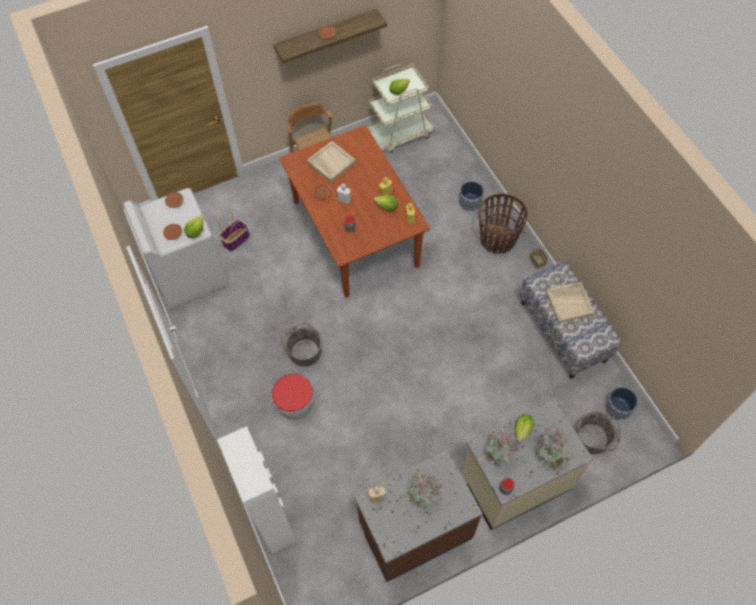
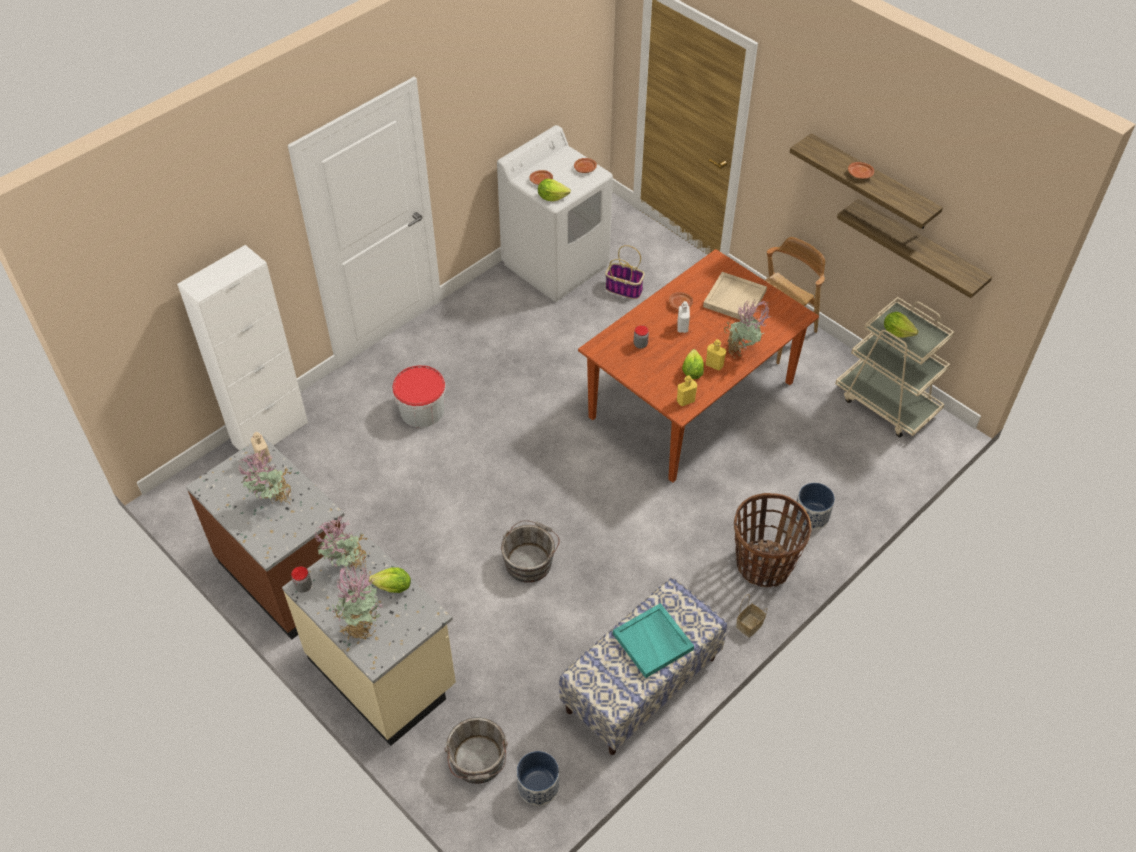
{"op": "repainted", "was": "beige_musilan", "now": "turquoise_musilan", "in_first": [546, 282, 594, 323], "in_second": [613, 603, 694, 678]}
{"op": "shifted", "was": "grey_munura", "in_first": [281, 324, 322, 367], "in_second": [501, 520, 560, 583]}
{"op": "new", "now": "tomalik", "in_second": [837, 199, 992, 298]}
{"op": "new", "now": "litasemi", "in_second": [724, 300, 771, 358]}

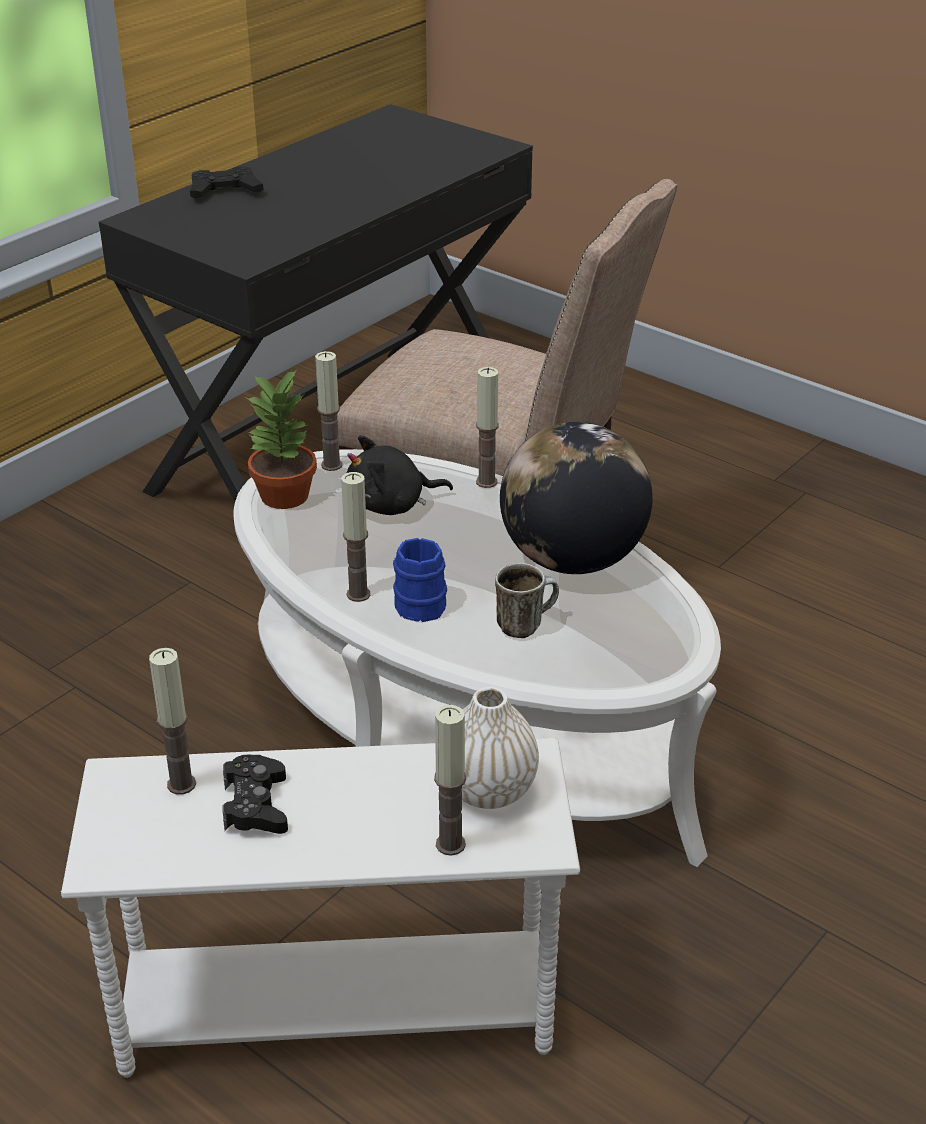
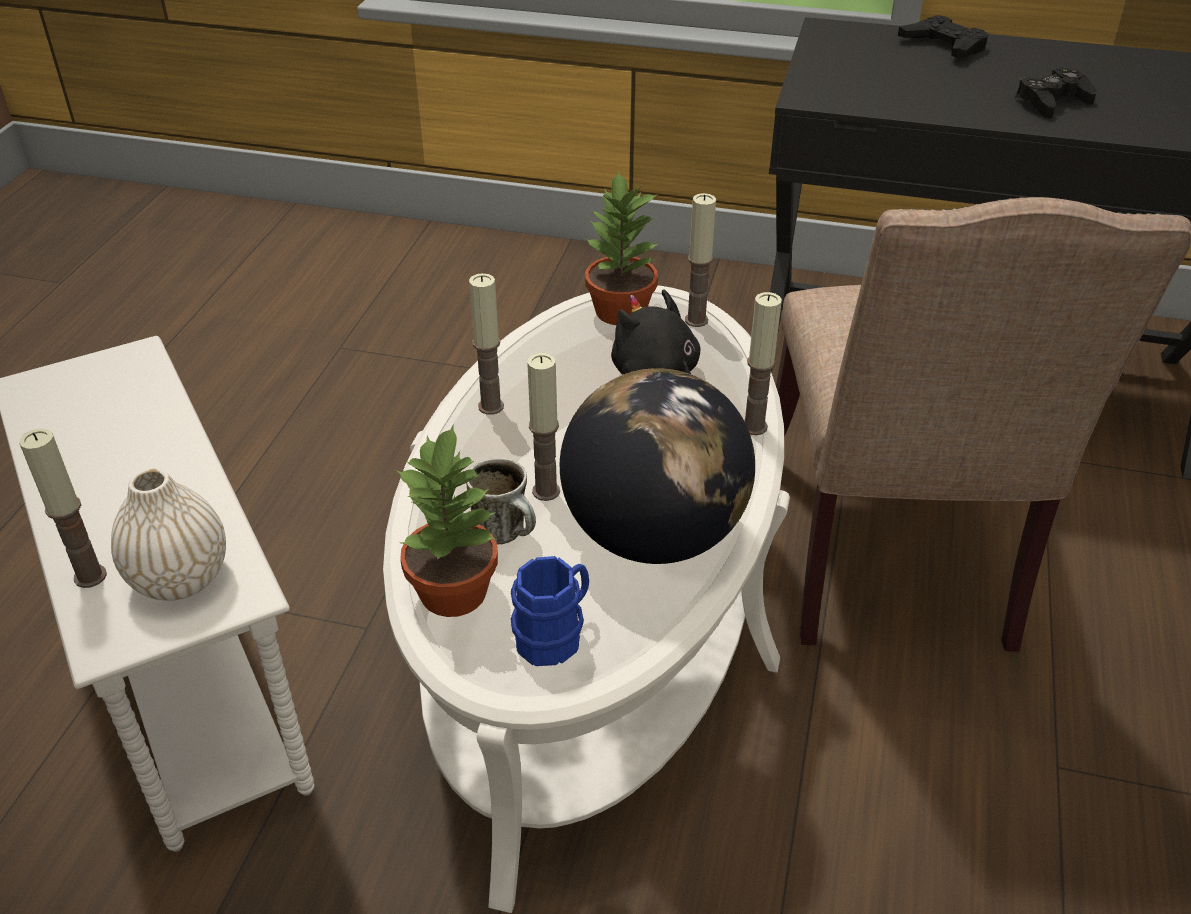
{"op": "shifted", "was": "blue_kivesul", "in_first": [393, 538, 447, 622], "in_second": [511, 556, 589, 666]}
{"op": "shifted", "was": "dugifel", "in_first": [149, 648, 196, 794], "in_second": [527, 353, 560, 501]}
{"op": "shifted", "was": "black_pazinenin", "in_first": [223, 755, 288, 834], "in_second": [1015, 67, 1097, 119]}
{"op": "new", "now": "litasemi", "in_second": [396, 424, 498, 617]}

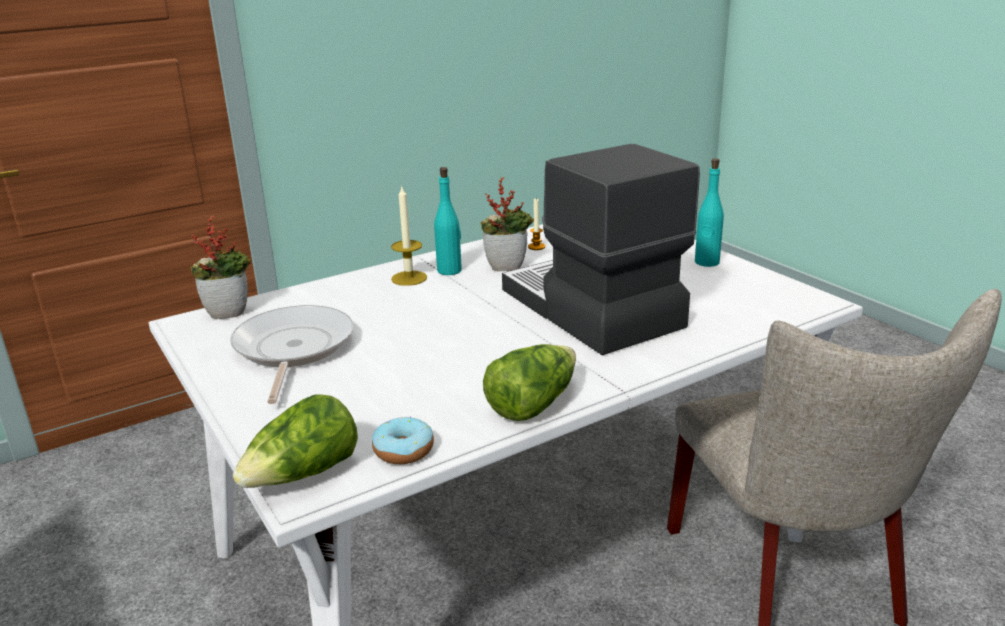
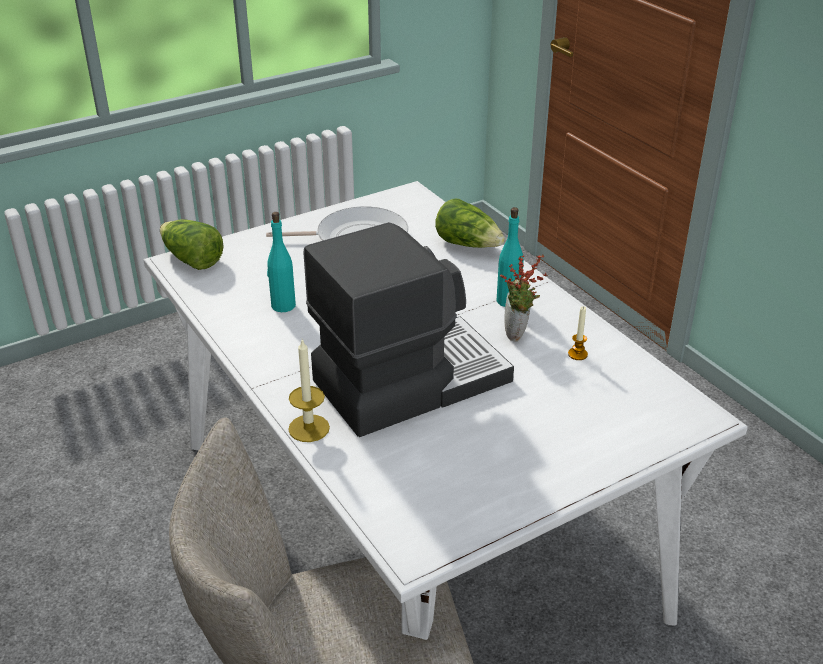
{"op": "shifted", "was": "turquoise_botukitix", "in_first": [695, 158, 724, 267], "in_second": [267, 212, 296, 312]}
{"op": "shifted", "was": "dugifel", "in_first": [391, 187, 427, 286], "in_second": [288, 339, 330, 442]}
{"op": "gone", "was": "litasemi", "in_first": [190, 215, 252, 319]}
{"op": "shifted", "was": "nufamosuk", "in_first": [483, 344, 576, 421], "in_second": [435, 199, 505, 248]}
{"op": "gone", "was": "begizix", "in_first": [372, 416, 434, 464]}

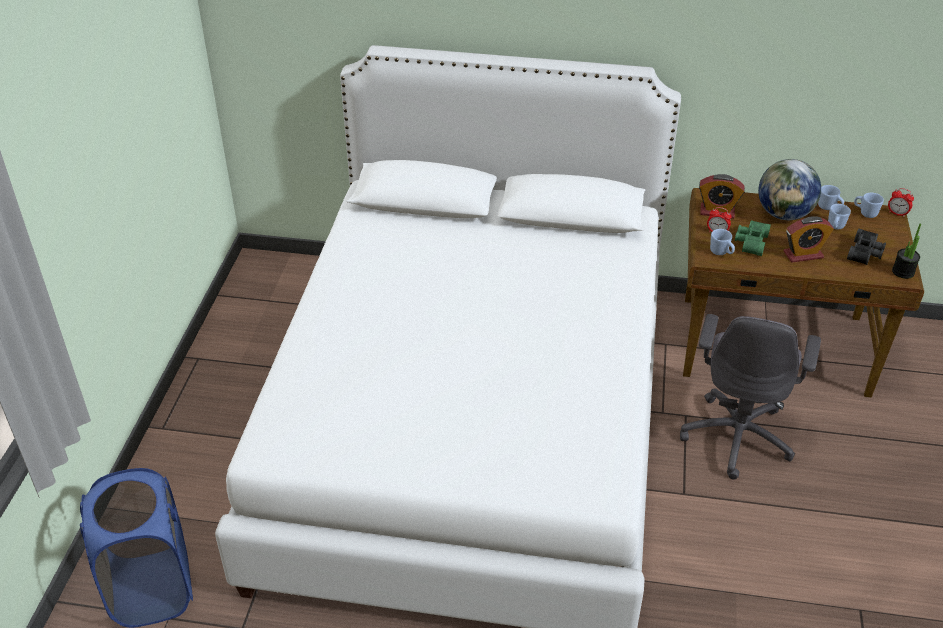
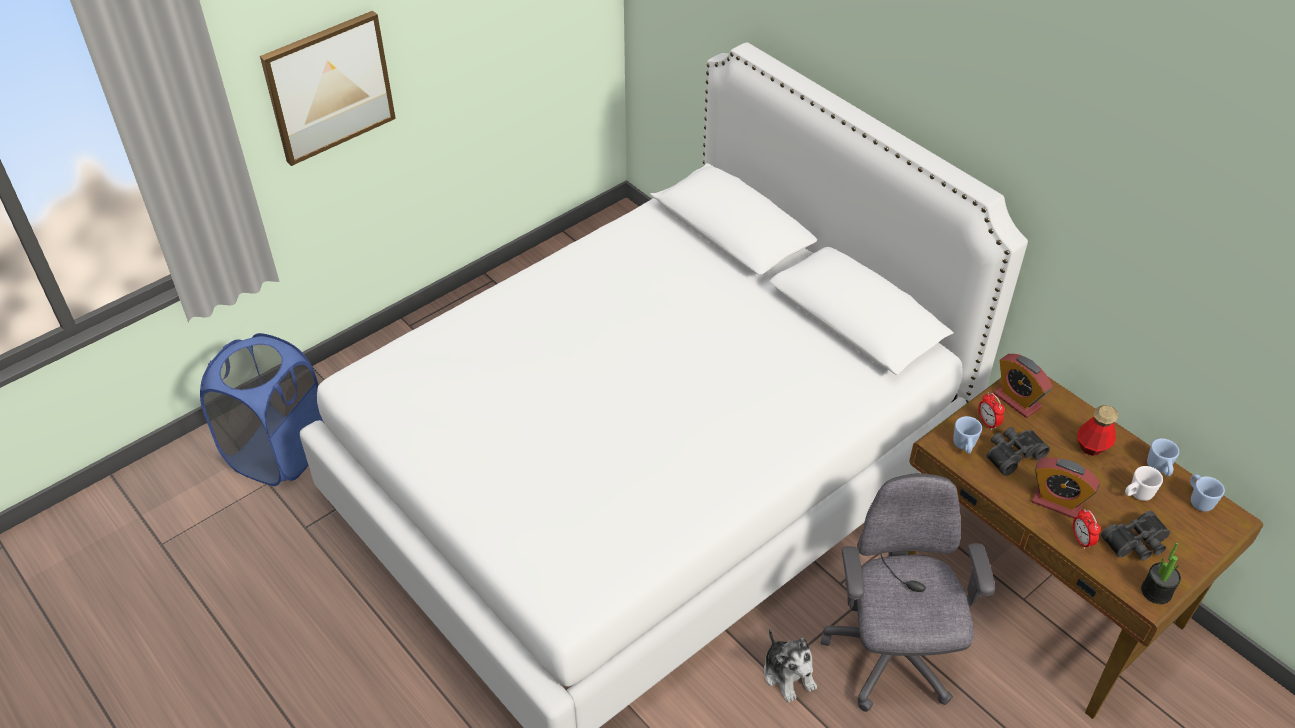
{"op": "swapped", "was": "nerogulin", "now": "botukitix", "in_first": [758, 159, 821, 220], "in_second": [1077, 405, 1118, 456]}
{"op": "shifted", "was": "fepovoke", "in_first": [888, 188, 914, 217], "in_second": [1073, 509, 1101, 549]}
{"op": "repainted", "was": "blue_kivesul", "now": "white_kivesul", "in_first": [828, 204, 851, 229], "in_second": [1125, 466, 1163, 501]}
{"op": "repainted", "was": "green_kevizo", "now": "black_kevizo", "in_first": [735, 220, 771, 256], "in_second": [987, 427, 1050, 476]}
{"op": "rotated", "was": "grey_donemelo", "in_first": [680, 314, 821, 480], "in_second": [821, 473, 995, 712], "clockwise": 120}
{"op": "new", "now": "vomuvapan", "in_second": [260, 11, 396, 166]}
{"op": "new", "now": "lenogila", "in_second": [764, 628, 817, 703]}

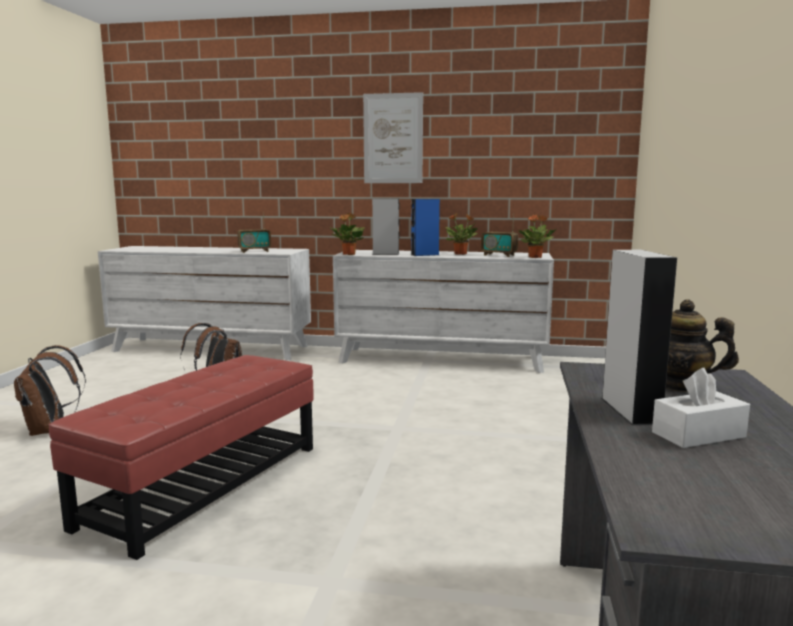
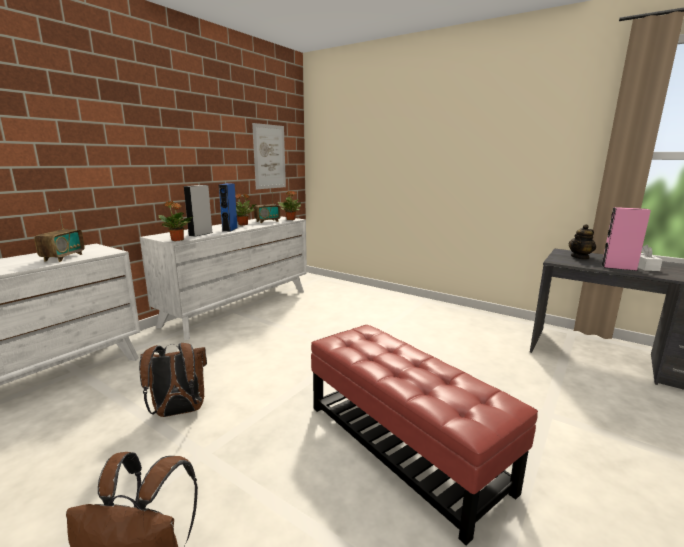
{"op": "shifted", "was": "vomuvapan", "in_first": [363, 92, 423, 183], "in_second": [252, 123, 286, 189]}
{"op": "repainted", "was": "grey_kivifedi", "now": "pink_kivifedi", "in_first": [601, 250, 677, 426], "in_second": [601, 207, 651, 271]}

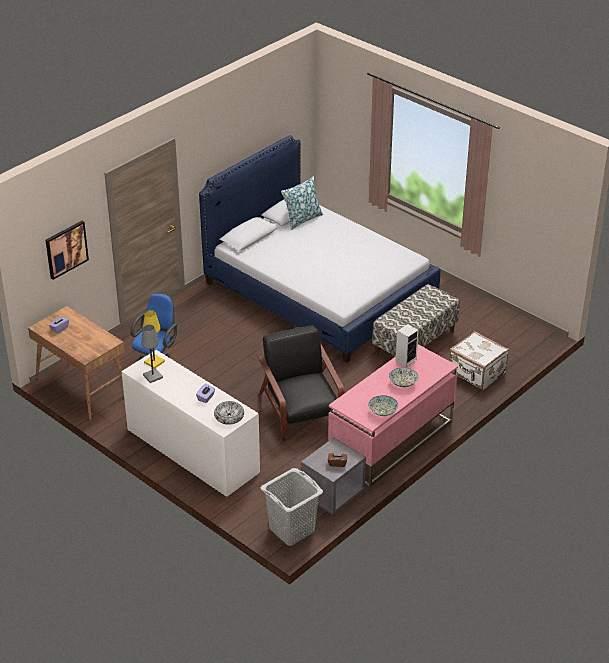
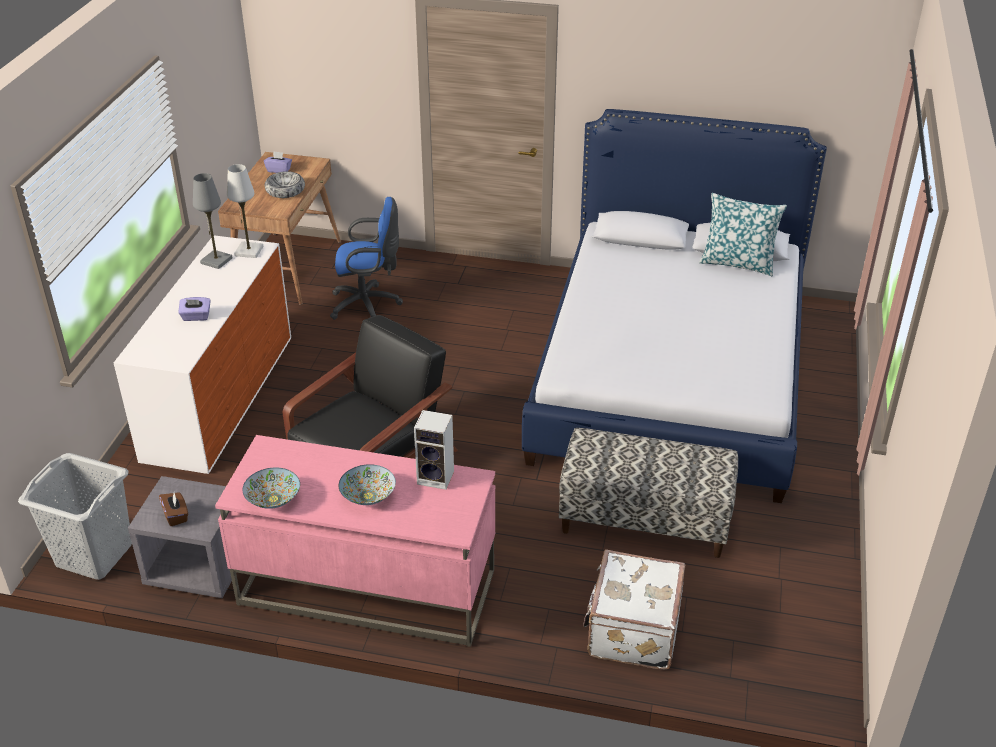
{"op": "gone", "was": "vomuvapan", "in_first": [45, 221, 89, 280]}
{"op": "repainted", "was": "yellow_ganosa", "now": "white_ganosa", "in_first": [143, 310, 165, 369], "in_second": [227, 164, 263, 258]}
{"op": "shifted", "was": "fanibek", "in_first": [214, 401, 244, 425], "in_second": [265, 171, 305, 198]}

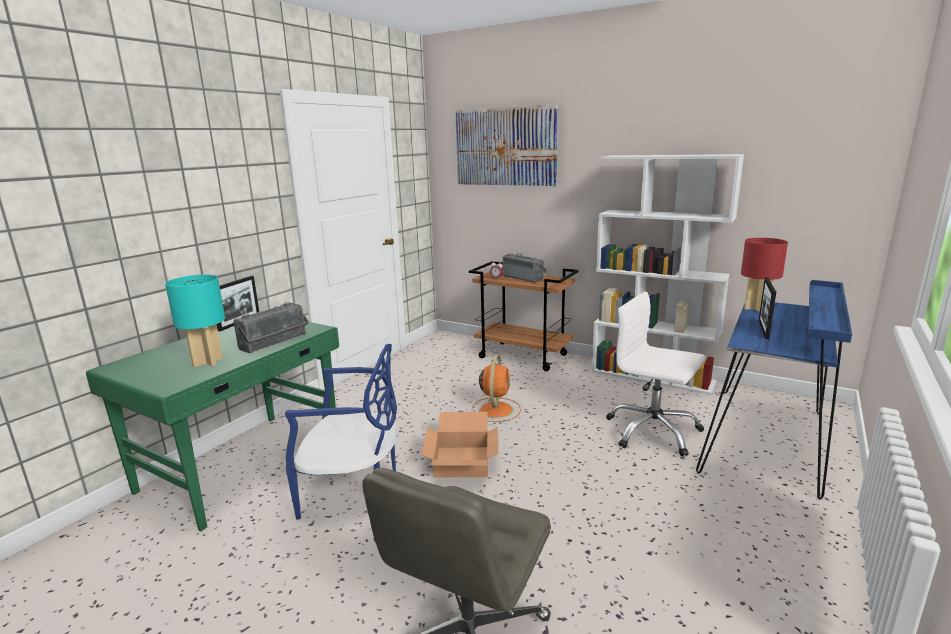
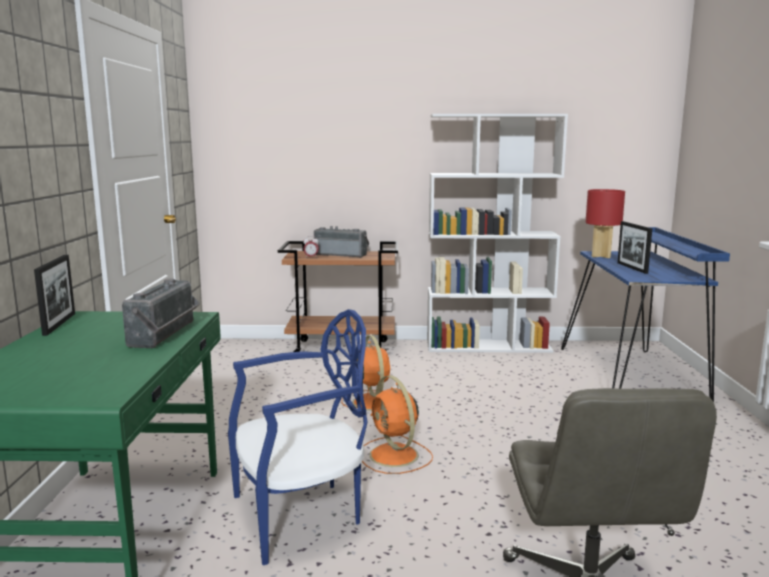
{"op": "gone", "was": "vomuvapan", "in_first": [455, 104, 558, 186]}
{"op": "gone", "was": "turquoise_ganosa", "in_first": [165, 275, 225, 367]}
{"op": "gone", "was": "white_donemelo", "in_first": [606, 292, 705, 457]}
{"op": "swapped", "was": "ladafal", "now": "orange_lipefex", "in_first": [421, 412, 499, 477], "in_second": [362, 375, 433, 474]}

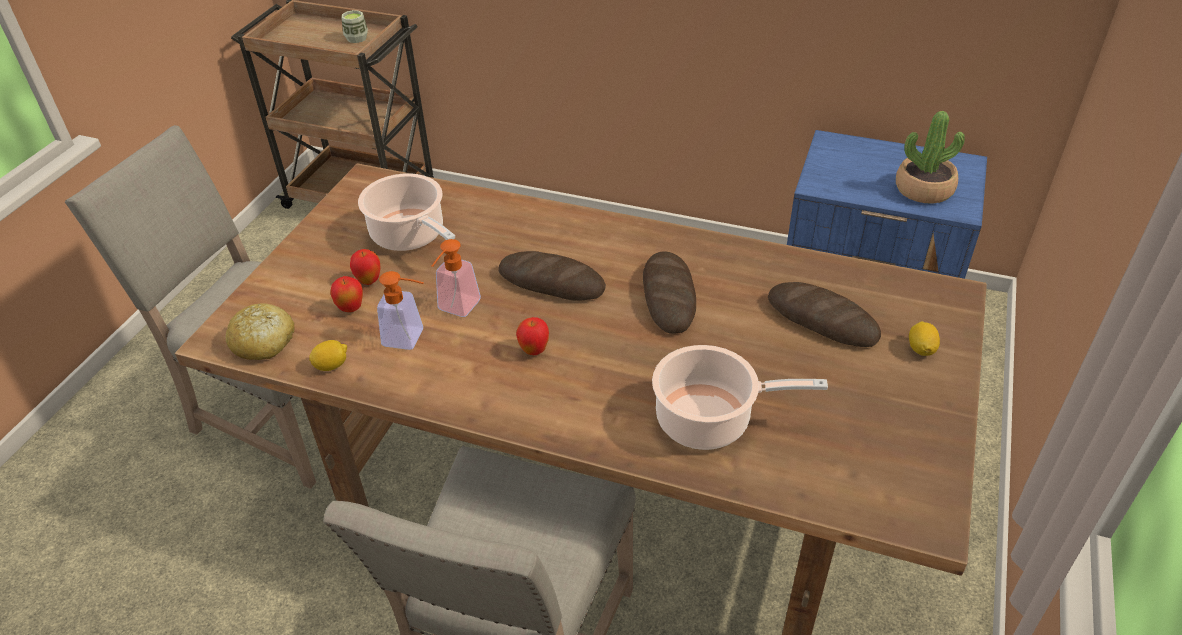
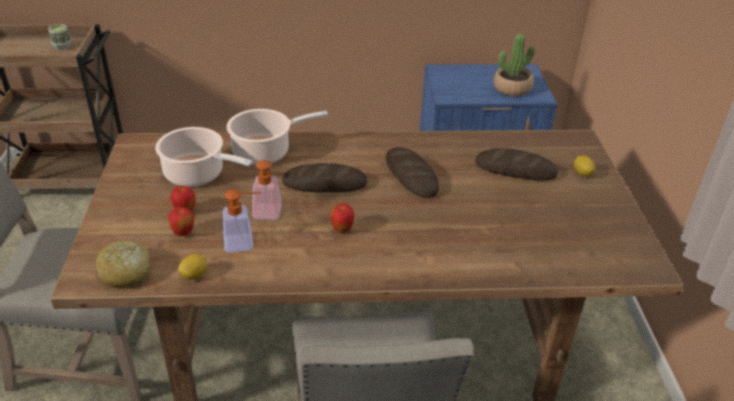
{"op": "shifted", "was": "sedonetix", "in_first": [652, 345, 828, 450], "in_second": [226, 109, 328, 165]}

